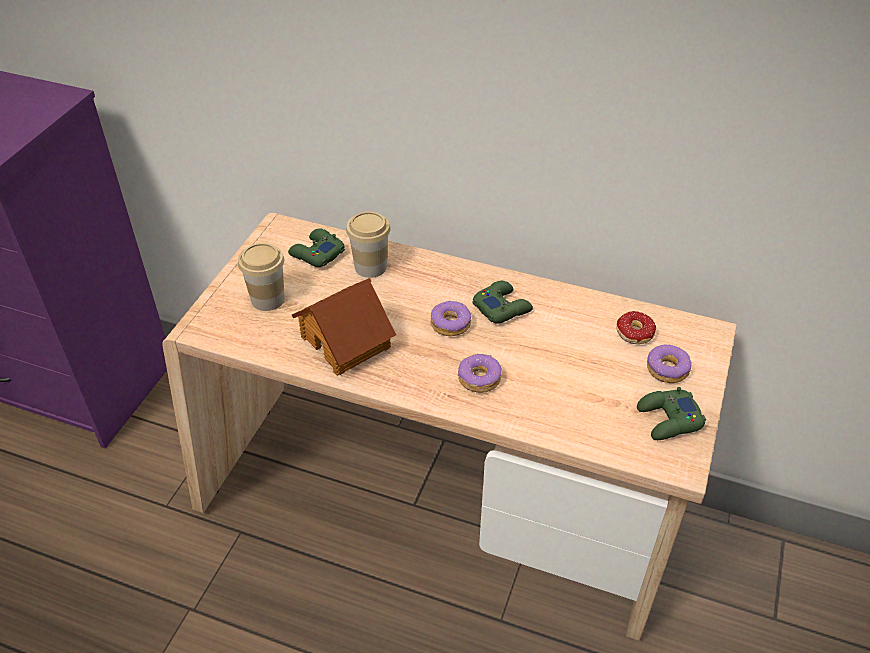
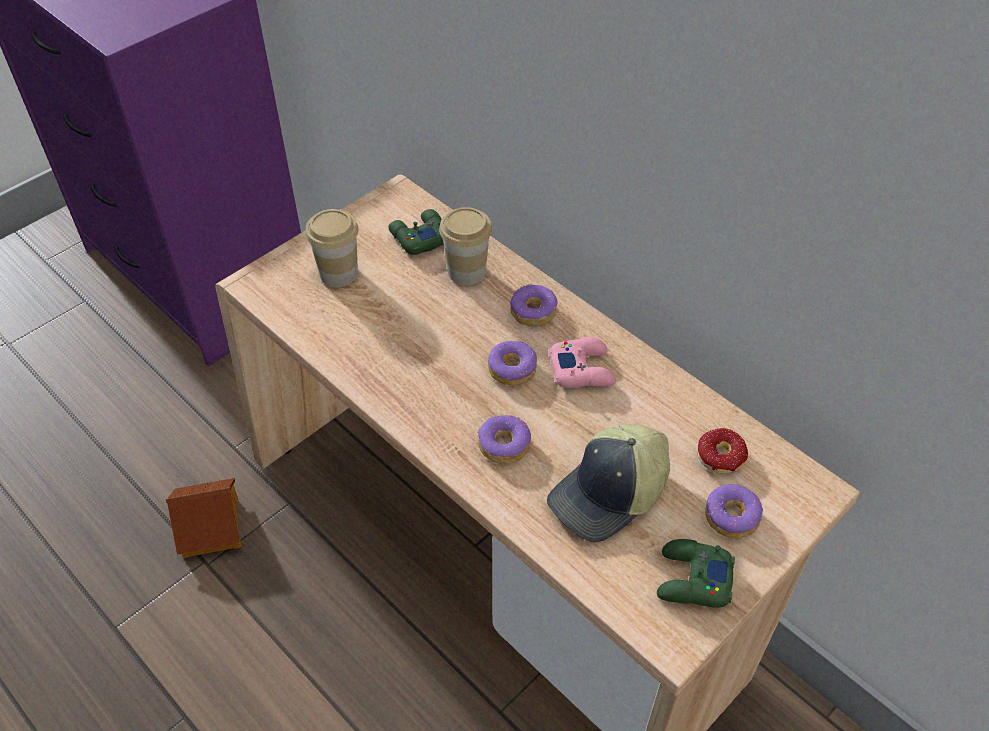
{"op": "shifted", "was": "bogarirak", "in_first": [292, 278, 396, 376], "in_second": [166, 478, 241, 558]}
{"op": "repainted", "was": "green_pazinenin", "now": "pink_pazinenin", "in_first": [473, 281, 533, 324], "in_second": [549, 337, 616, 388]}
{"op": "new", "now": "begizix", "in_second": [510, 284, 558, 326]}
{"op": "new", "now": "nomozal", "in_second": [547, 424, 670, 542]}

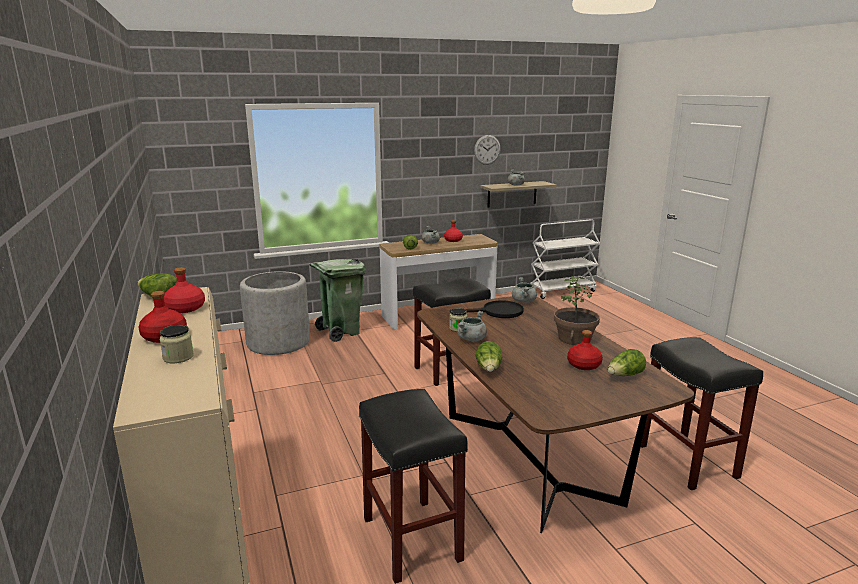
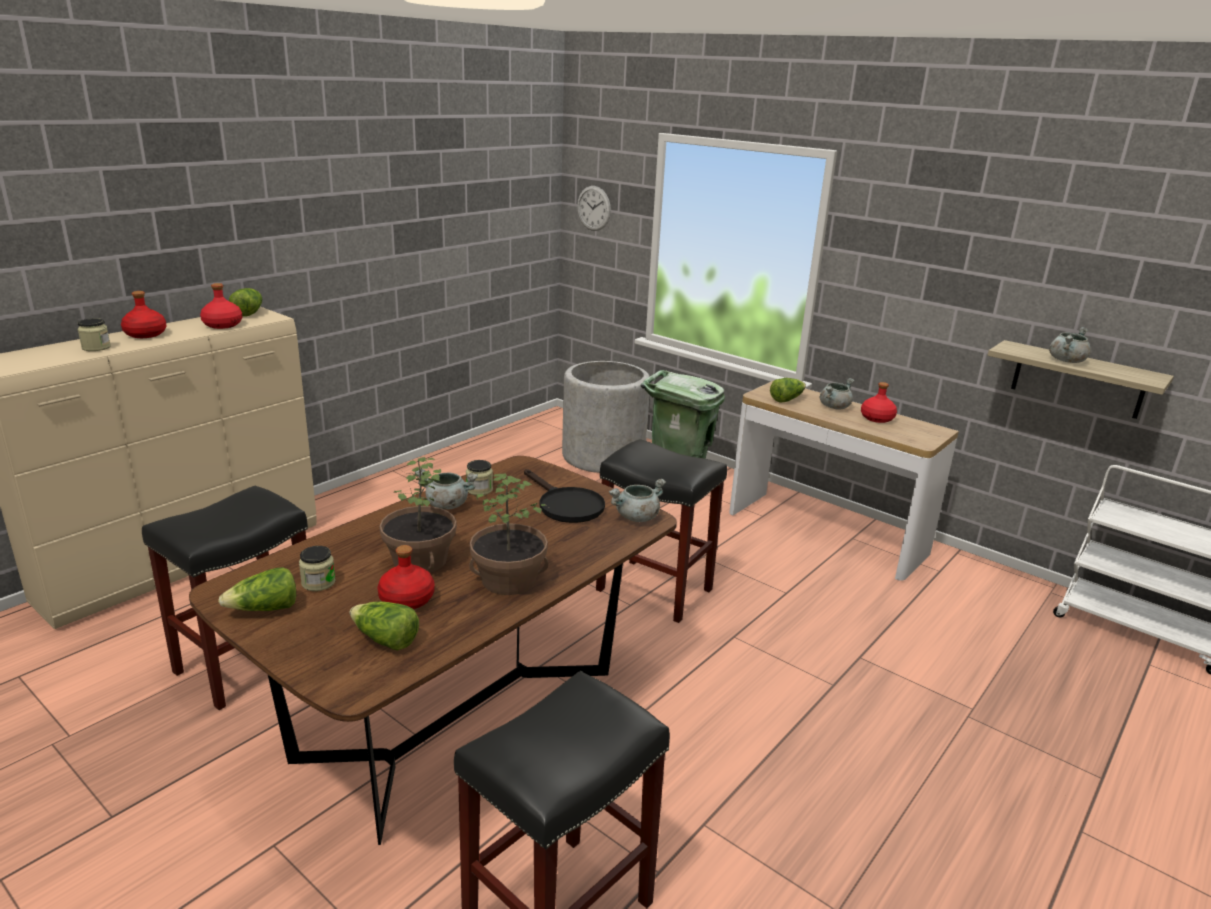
{"op": "shifted", "was": "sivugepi", "in_first": [474, 135, 501, 165], "in_second": [577, 186, 611, 231]}
{"op": "shifted", "was": "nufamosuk", "in_first": [476, 341, 502, 372], "in_second": [218, 567, 296, 611]}
{"op": "new", "now": "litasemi", "in_second": [380, 457, 457, 573]}
{"op": "new", "now": "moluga", "in_second": [299, 546, 336, 591]}

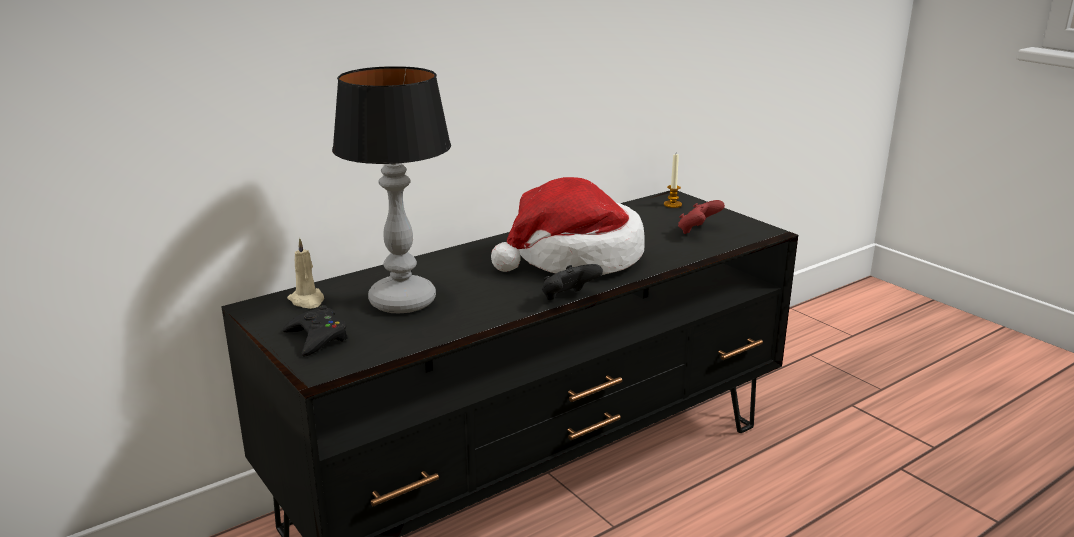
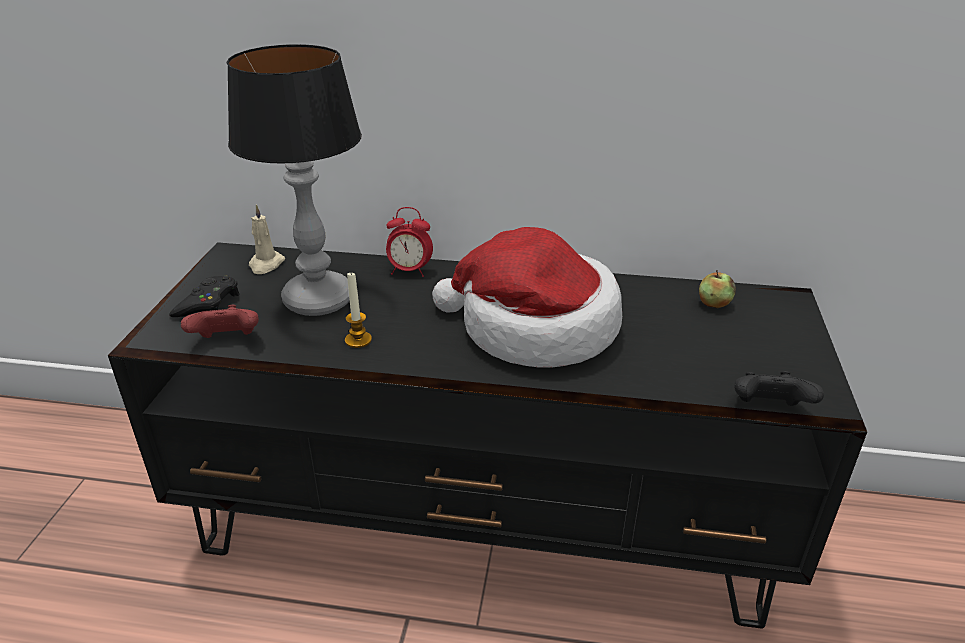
{"op": "shifted", "was": "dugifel", "in_first": [664, 154, 682, 208], "in_second": [345, 273, 372, 348]}
{"op": "shifted", "was": "red_pazinenin", "in_first": [678, 200, 725, 234], "in_second": [181, 305, 259, 338]}
{"op": "shifted", "was": "black_pazinenin", "in_first": [542, 264, 603, 300], "in_second": [734, 371, 824, 406]}
{"op": "new", "now": "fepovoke", "in_second": [386, 207, 433, 277]}
{"op": "new", "now": "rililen", "in_second": [699, 270, 736, 308]}

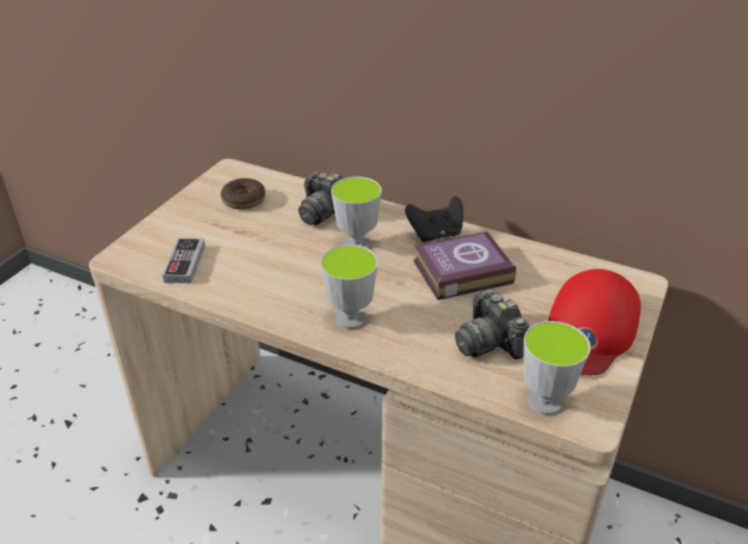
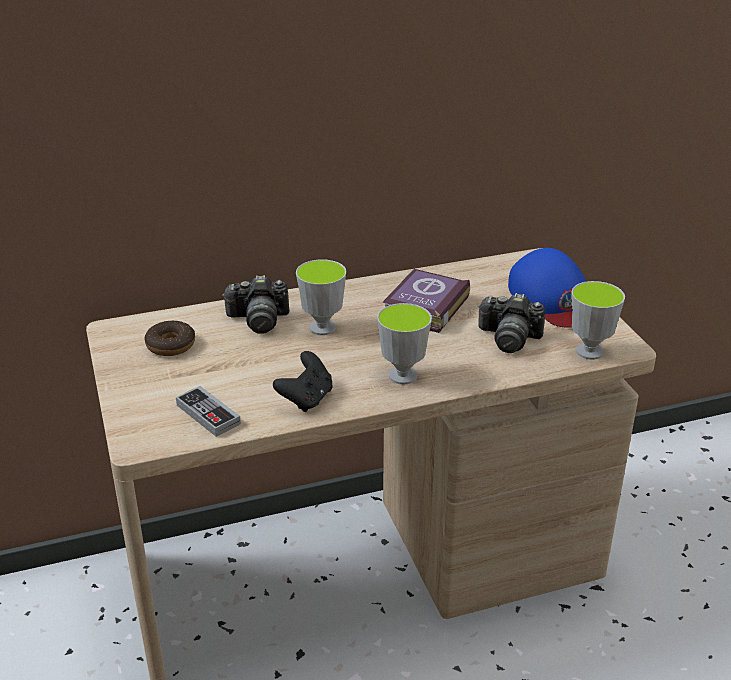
{"op": "shifted", "was": "black_pazinenin", "in_first": [405, 196, 463, 242], "in_second": [273, 351, 333, 412]}
{"op": "repainted", "was": "red_nomozal", "now": "blue_nomozal", "in_first": [549, 269, 641, 375], "in_second": [508, 248, 586, 328]}

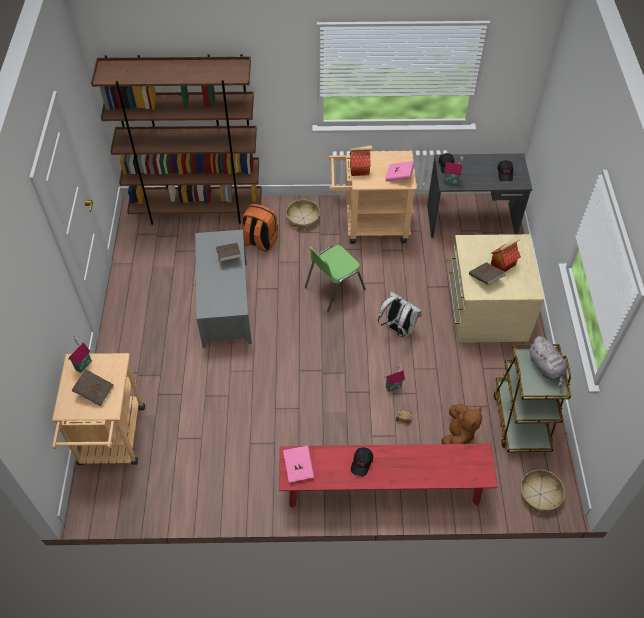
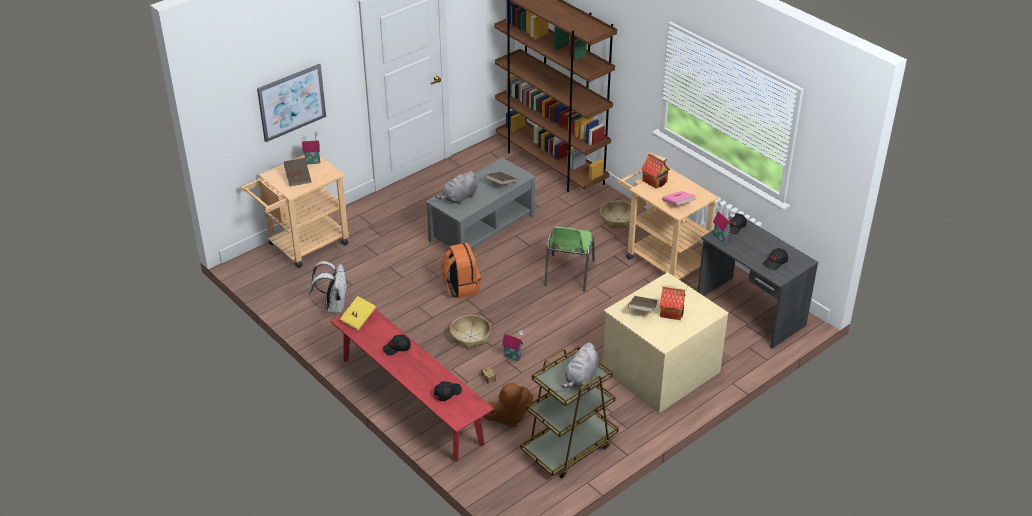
{"op": "shifted", "was": "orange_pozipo", "in_first": [242, 204, 278, 252], "in_second": [441, 243, 481, 299]}
{"op": "rotated", "was": "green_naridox", "in_first": [305, 245, 366, 312], "in_second": [544, 226, 595, 291], "clockwise": -90}
{"op": "shifted", "was": "white_pozipo", "in_first": [378, 292, 422, 337], "in_second": [309, 261, 348, 313]}
{"op": "repainted", "was": "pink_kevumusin", "now": "yellow_kevumusin", "in_first": [283, 446, 314, 482], "in_second": [340, 296, 376, 331]}
{"op": "shifted", "was": "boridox", "in_first": [521, 470, 565, 513], "in_second": [450, 315, 491, 349]}
{"op": "new", "now": "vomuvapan", "in_second": [257, 64, 326, 142]}
{"op": "new", "now": "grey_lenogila", "in_second": [435, 171, 478, 205]}
{"op": "new", "now": "black_nomozal", "in_second": [434, 381, 462, 401]}

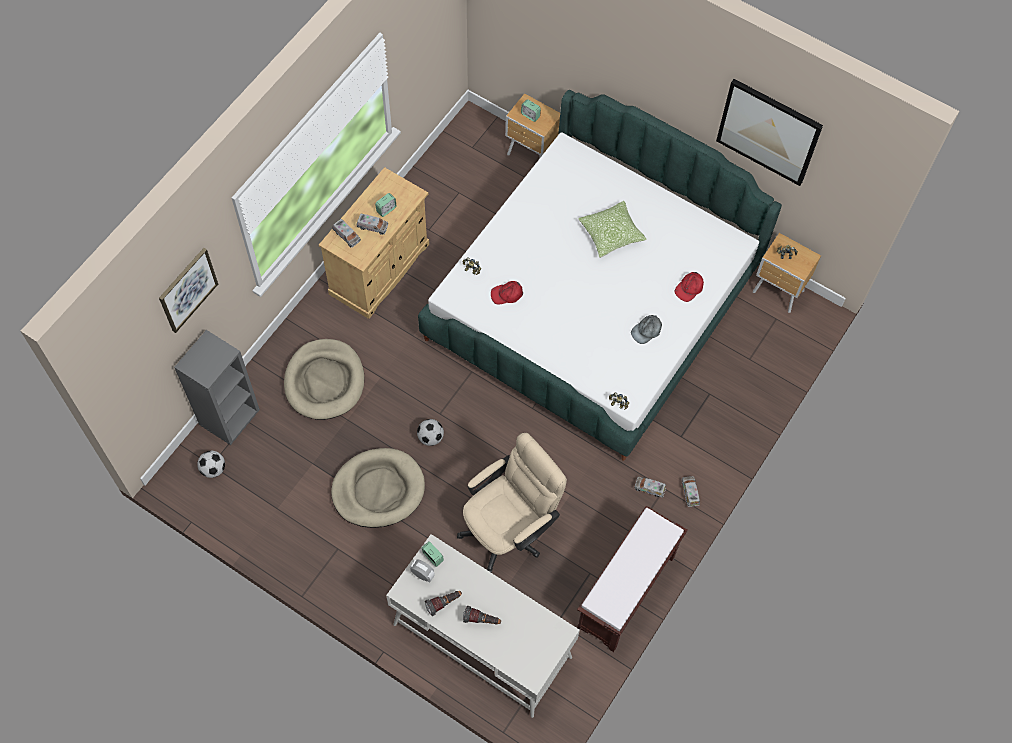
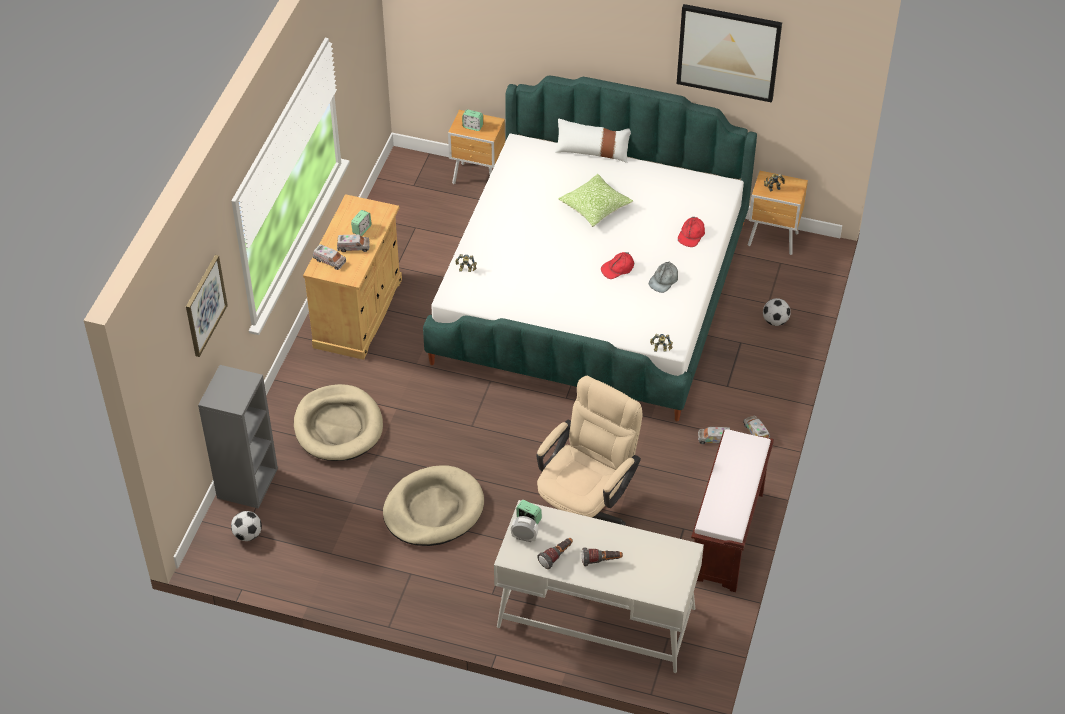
{"op": "shifted", "was": "red_nomozal", "in_first": [491, 281, 523, 305], "in_second": [601, 252, 634, 279]}
{"op": "shifted", "was": "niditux", "in_first": [417, 419, 444, 446], "in_second": [763, 298, 791, 326]}
{"op": "new", "now": "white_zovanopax", "in_second": [555, 118, 631, 163]}

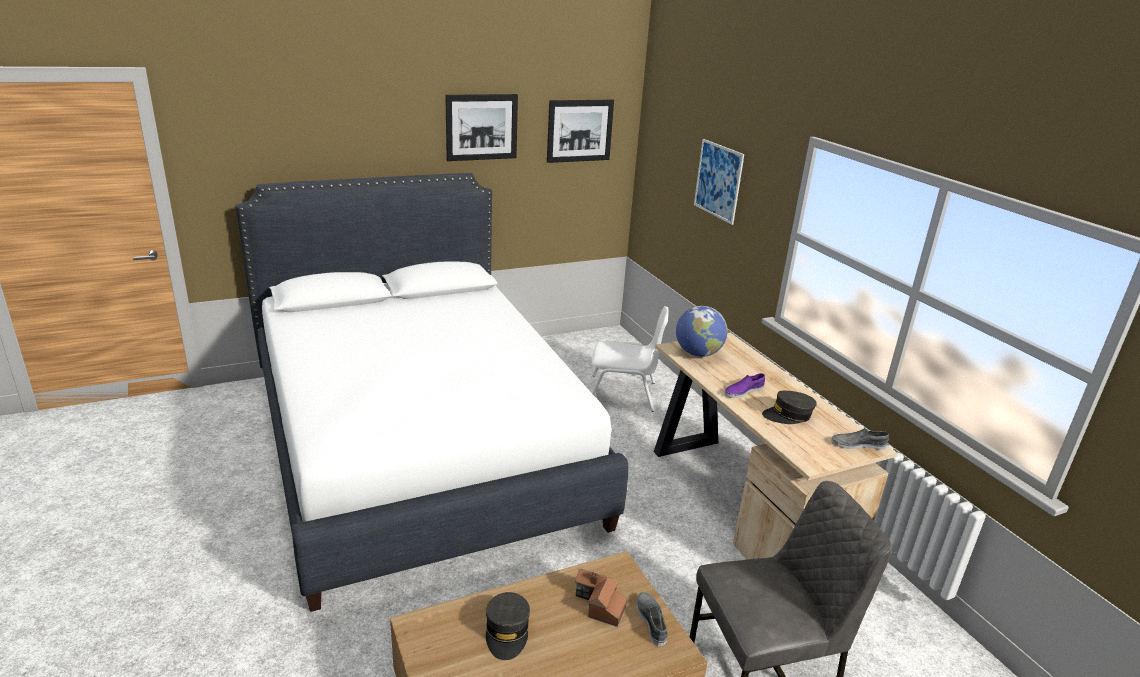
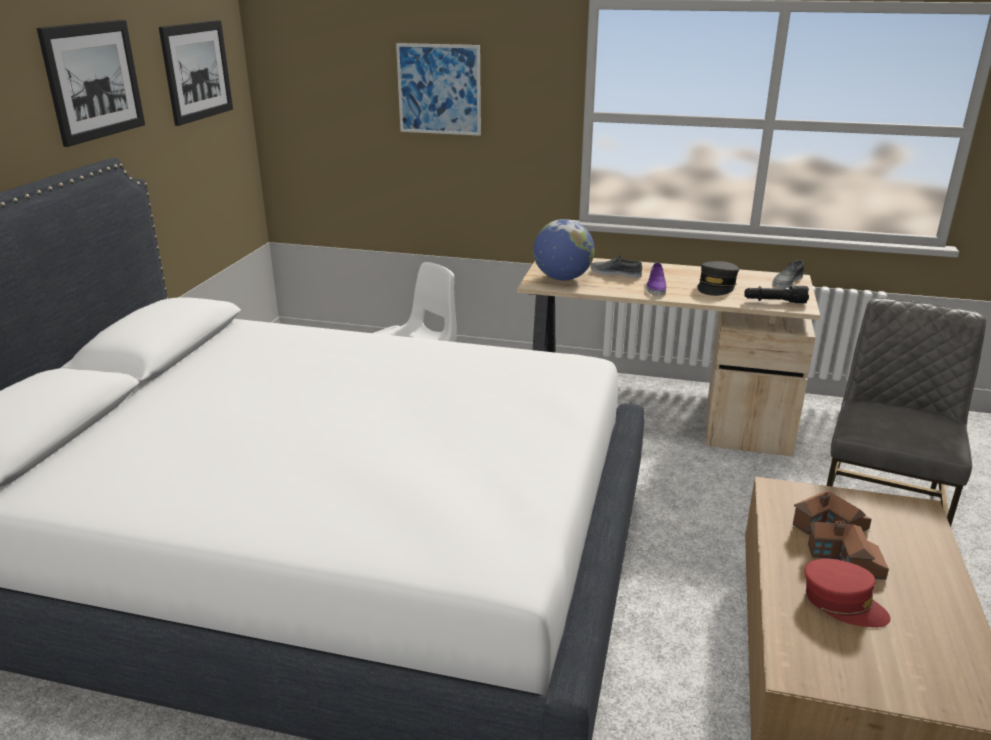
{"op": "repainted", "was": "grey_nomozal", "now": "red_nomozal", "in_first": [486, 592, 530, 660], "in_second": [805, 559, 891, 628]}
{"op": "shifted", "was": "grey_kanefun", "in_first": [637, 592, 668, 647], "in_second": [590, 255, 642, 278]}
{"op": "new", "now": "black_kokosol", "in_second": [744, 286, 809, 303]}
{"op": "new", "now": "bogarirak", "in_second": [808, 520, 889, 580]}

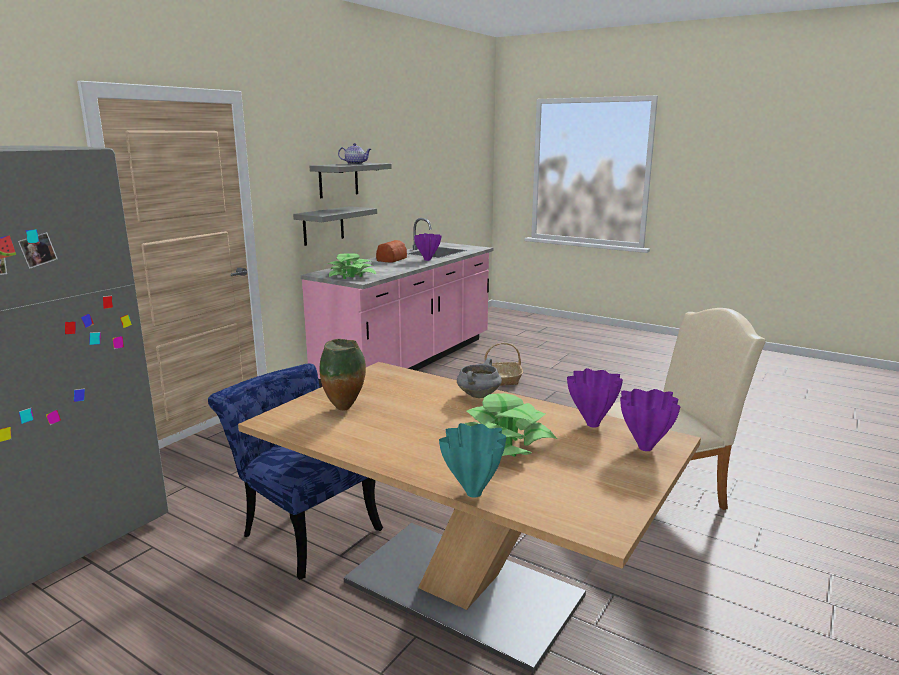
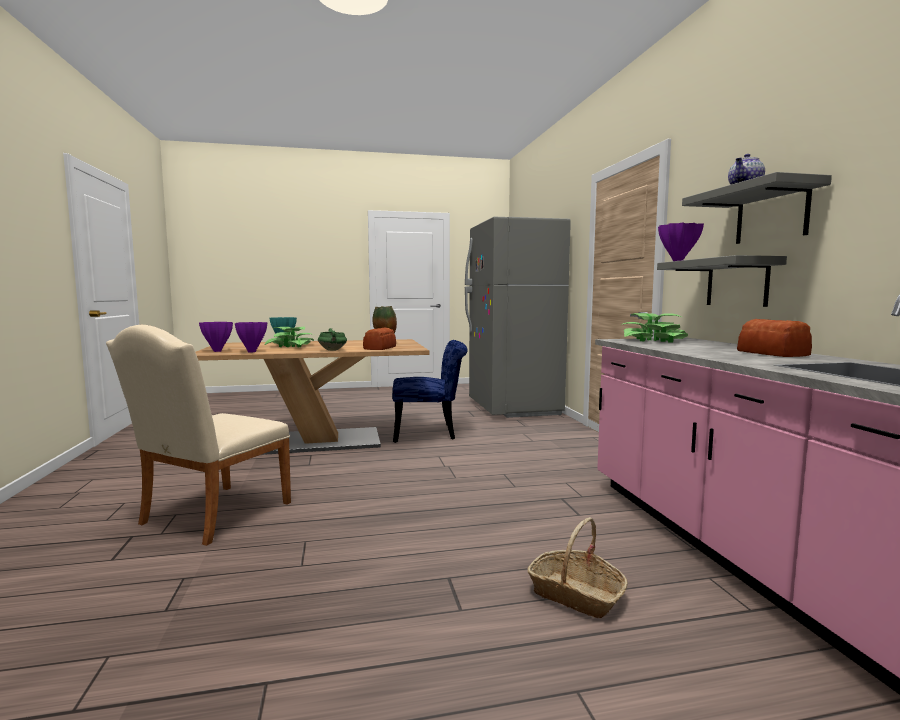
{"op": "shifted", "was": "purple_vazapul", "in_first": [414, 233, 441, 261], "in_second": [658, 223, 704, 261]}
{"op": "repainted", "was": "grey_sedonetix", "now": "green_sedonetix", "in_first": [457, 358, 502, 398], "in_second": [318, 328, 347, 351]}
{"op": "new", "now": "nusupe", "in_second": [363, 328, 396, 350]}

